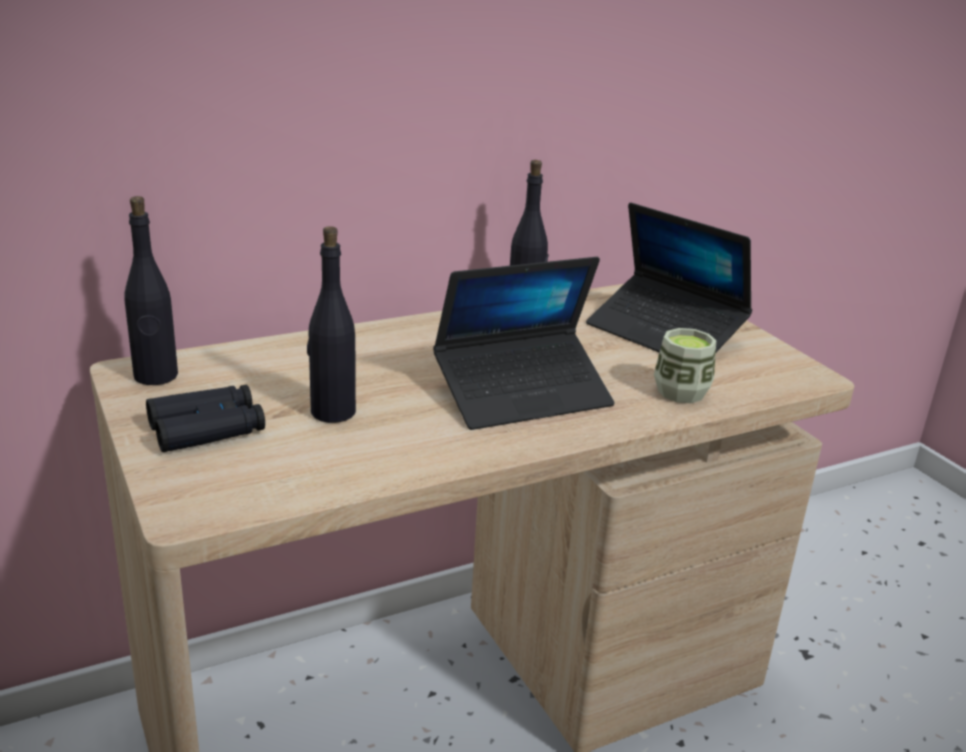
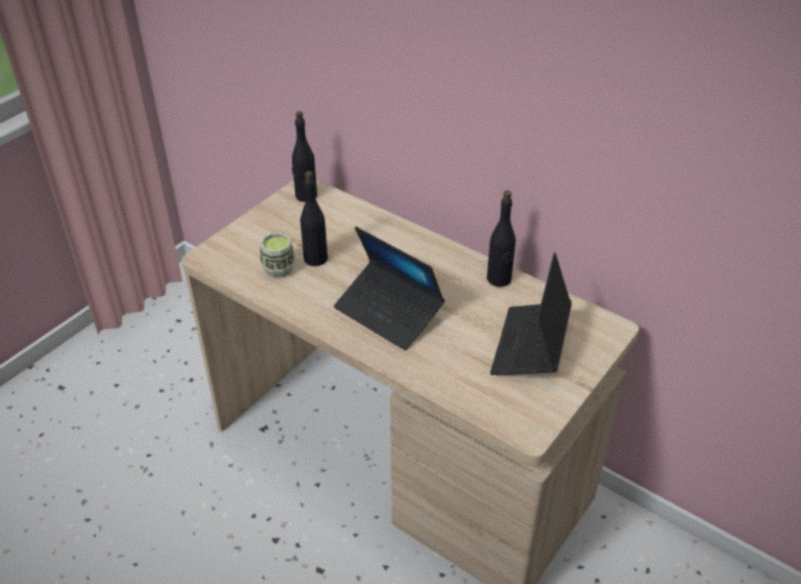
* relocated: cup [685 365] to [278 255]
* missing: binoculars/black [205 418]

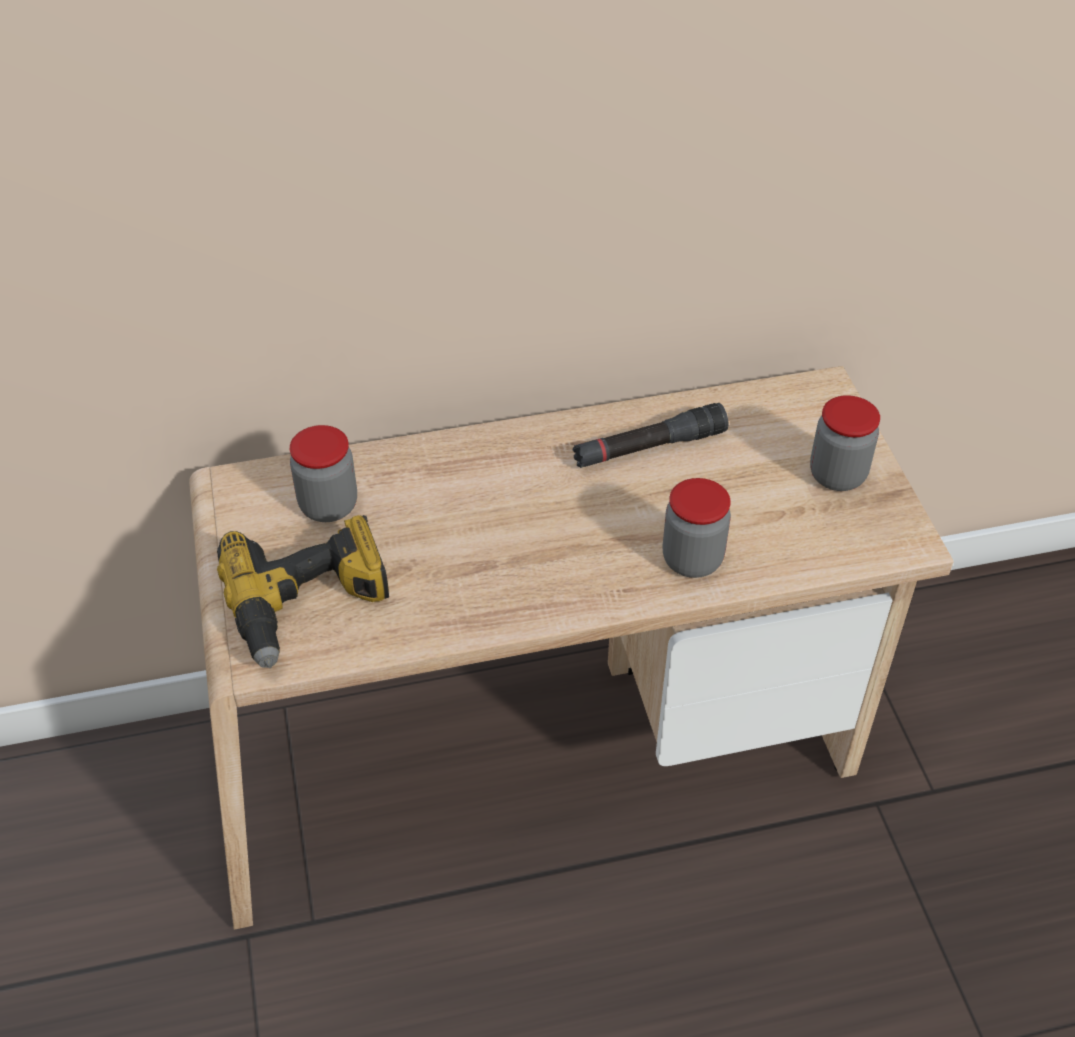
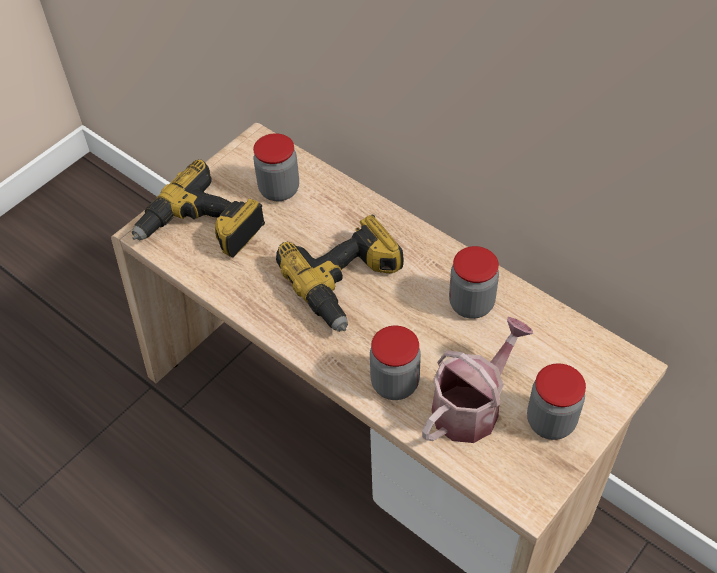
* appeared: power drill [340 273]
* appeared: watering can [477 380]
* exchanged: flashlight/black [650 435] to jar [474 282]

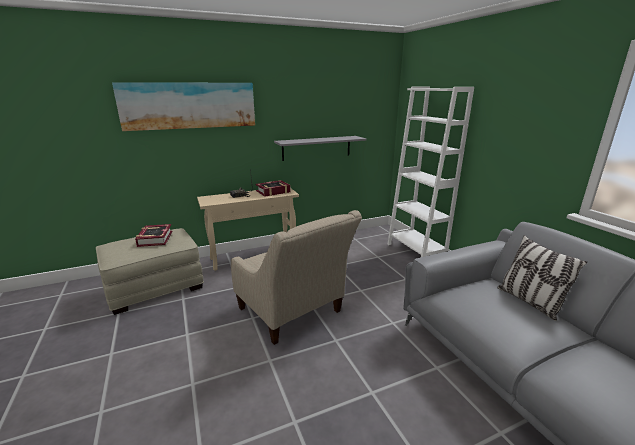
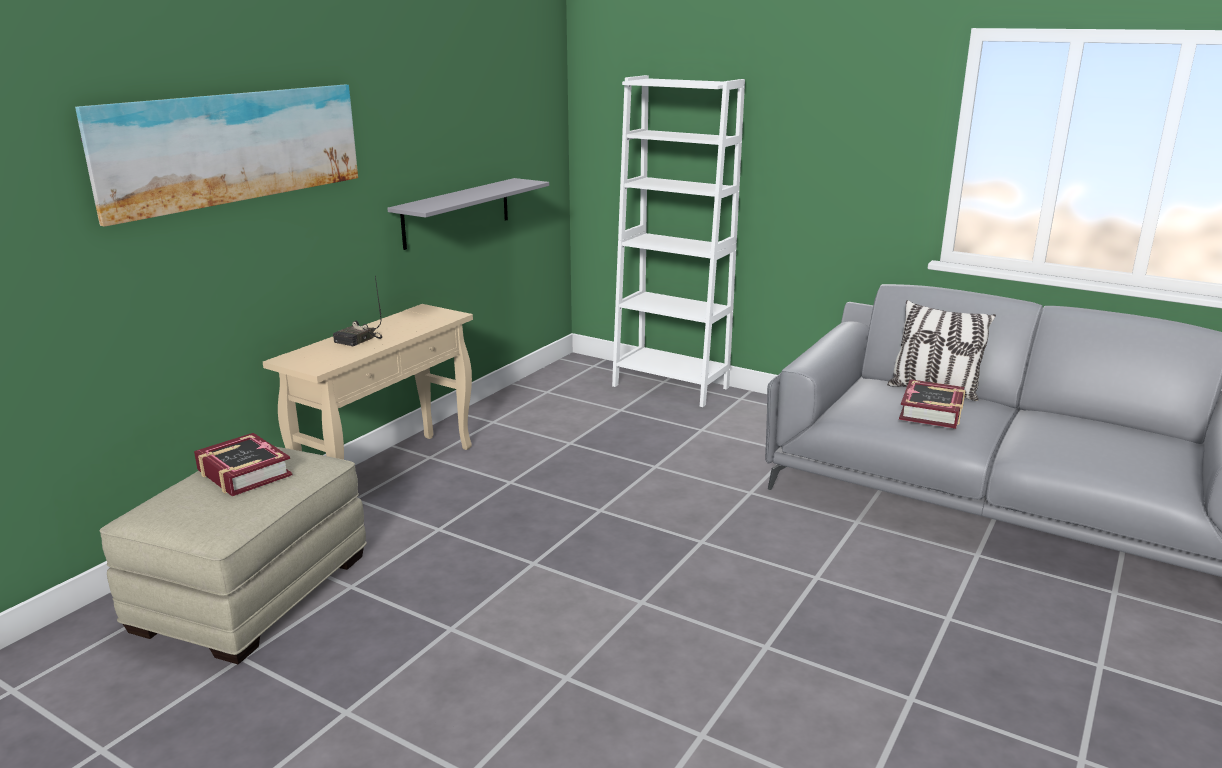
* relocated: book [273 188] to [932 404]
* missing: armchair/beige [296 277]

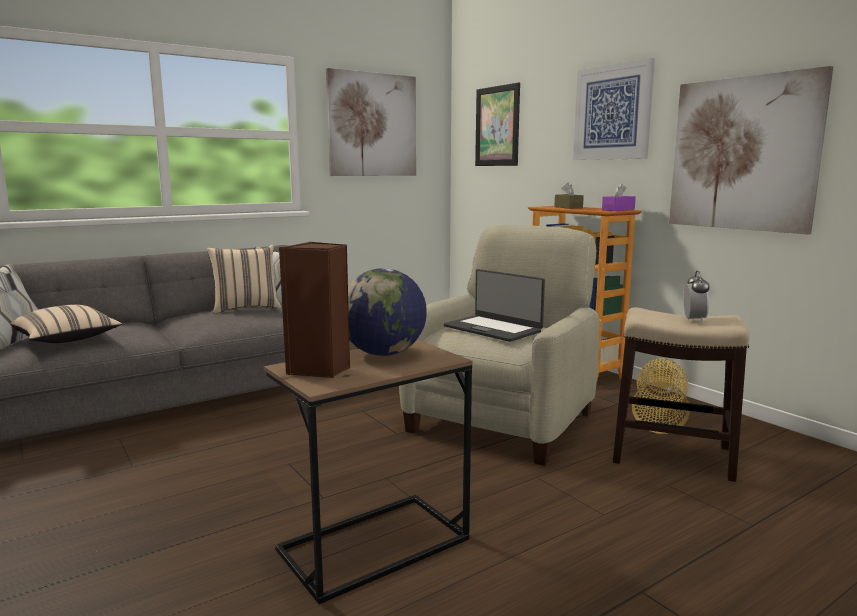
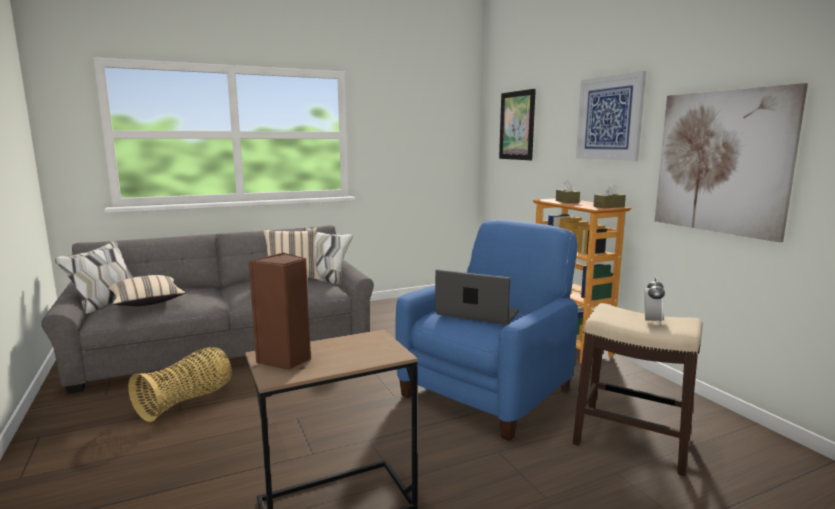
* relocated: basket [661 396] to [180 384]
* colour: armchair/beige [499 345] to armchair/blue [486 330]
* spun: laptop [494 305] = [477 297] 150 degrees clockwise
* colour: tissue box/purple [619 197] to tissue box/brown [609 195]
* missing: picture [371 122]
* missing: globe [387 312]

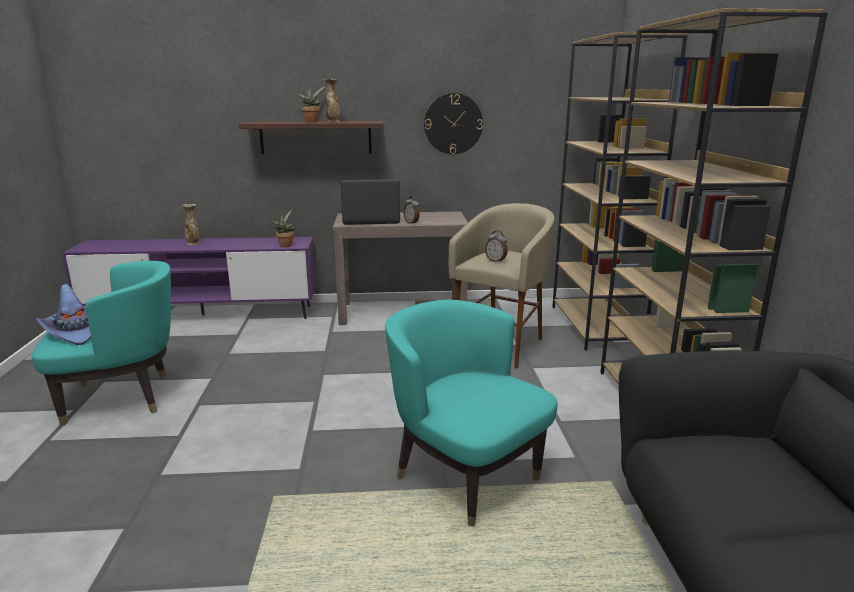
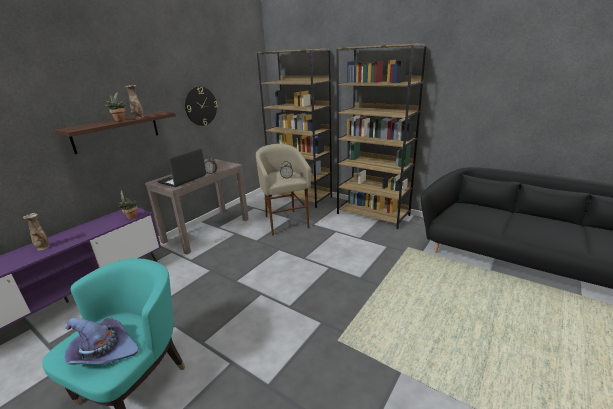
* missing: armchair/turquoise [471 413]

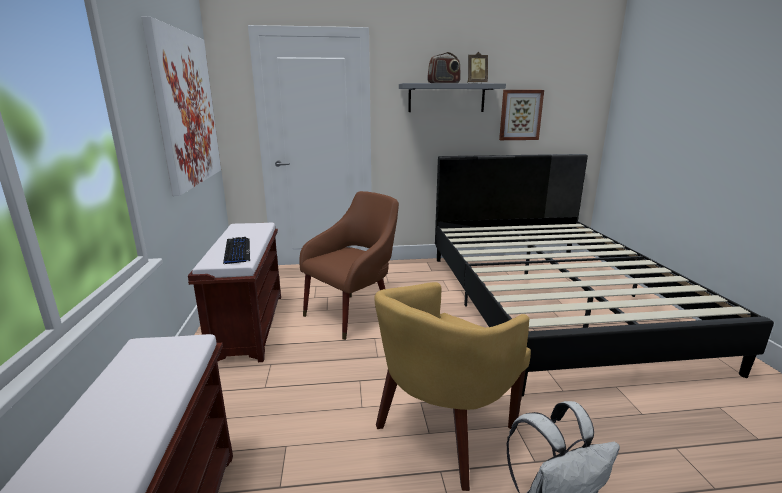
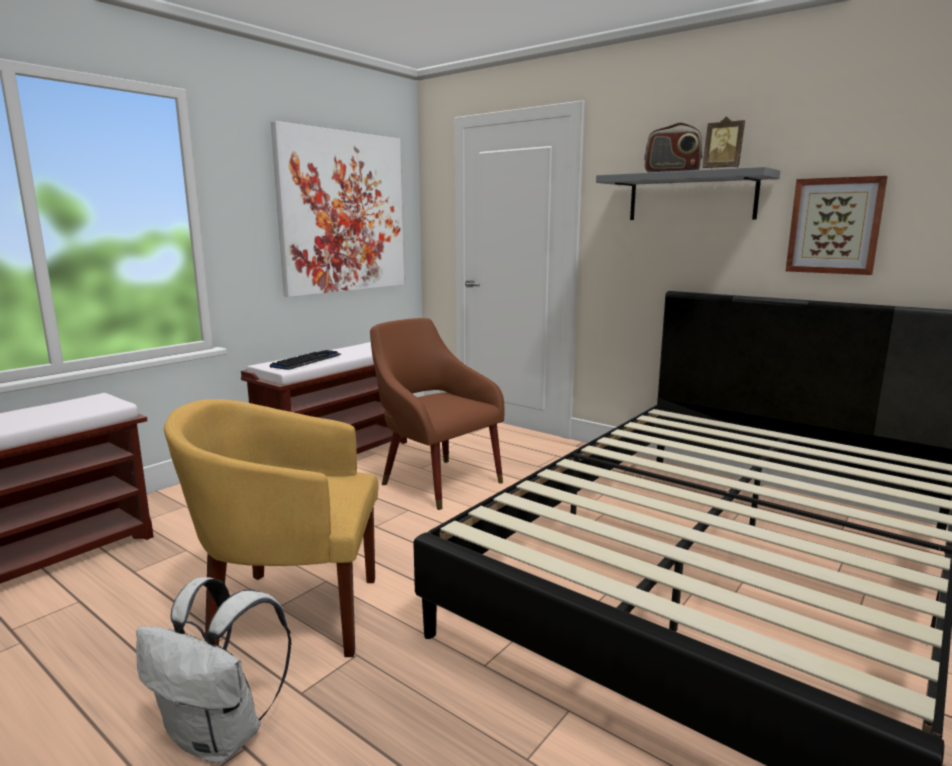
* spun: armchair/brown [349 265] = [437 414] 135 degrees counterclockwise

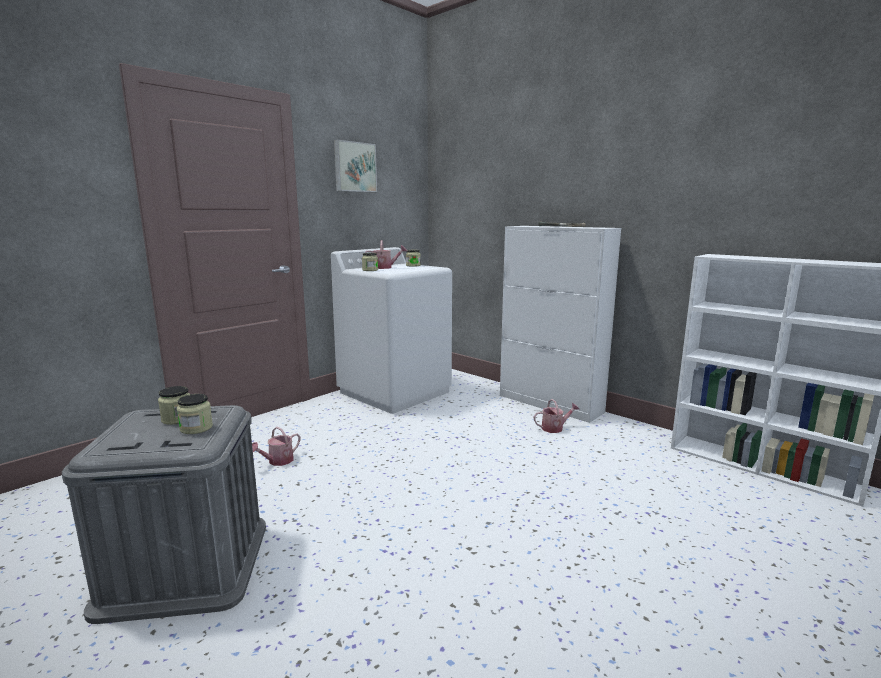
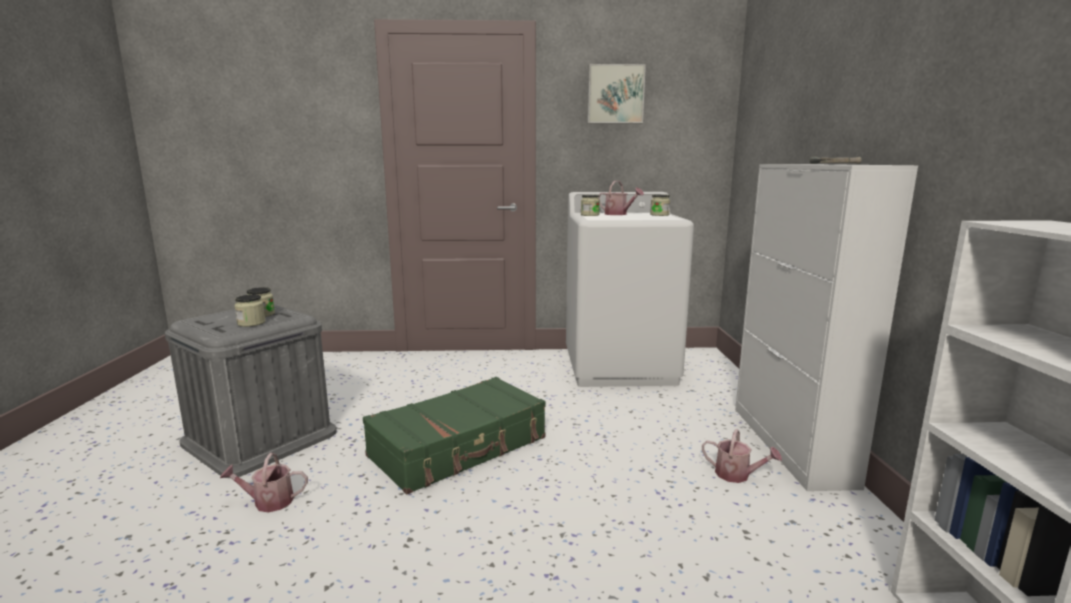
* relocated: watering can [276 446] to [264 482]
* appeared: suitcase/green [454 436]

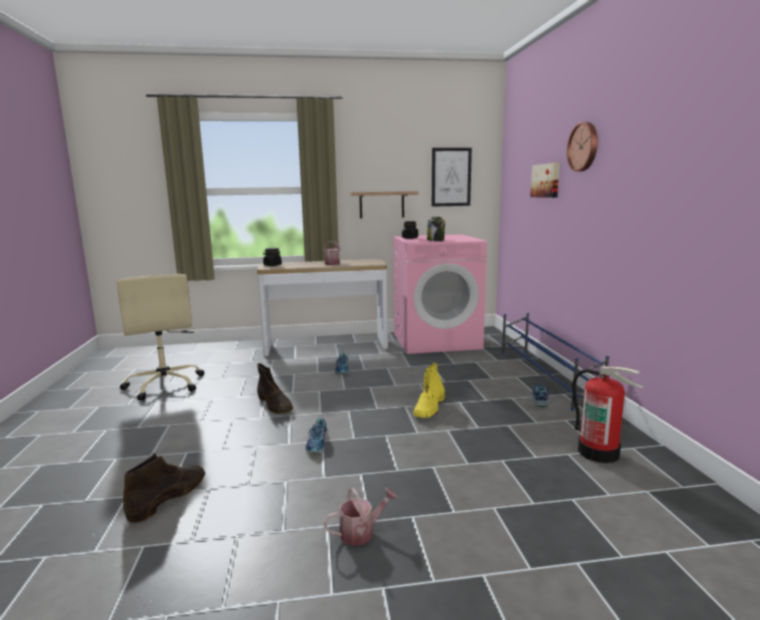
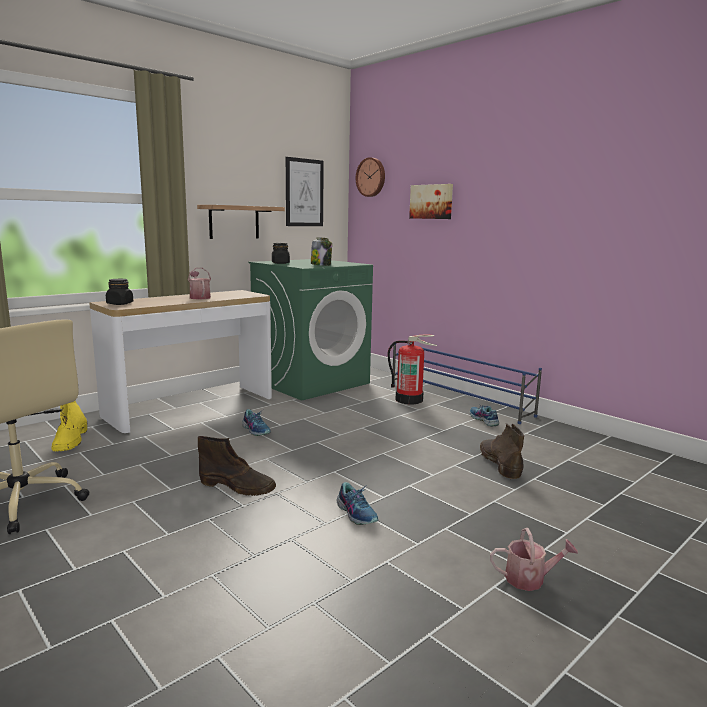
* relocated: boot/yellow [429 390] to [69 426]
* colour: washing machine/pink [440 294] to washing machine/green [311 330]
* relocated: wall clock [582 147] to [370 177]
* relocated: fire extinguisher [608 414] to [412 369]
* relocated: boot/brown [164 488] to [502 451]
* spun: watering can [360 517] = [534 559] 60 degrees clockwise

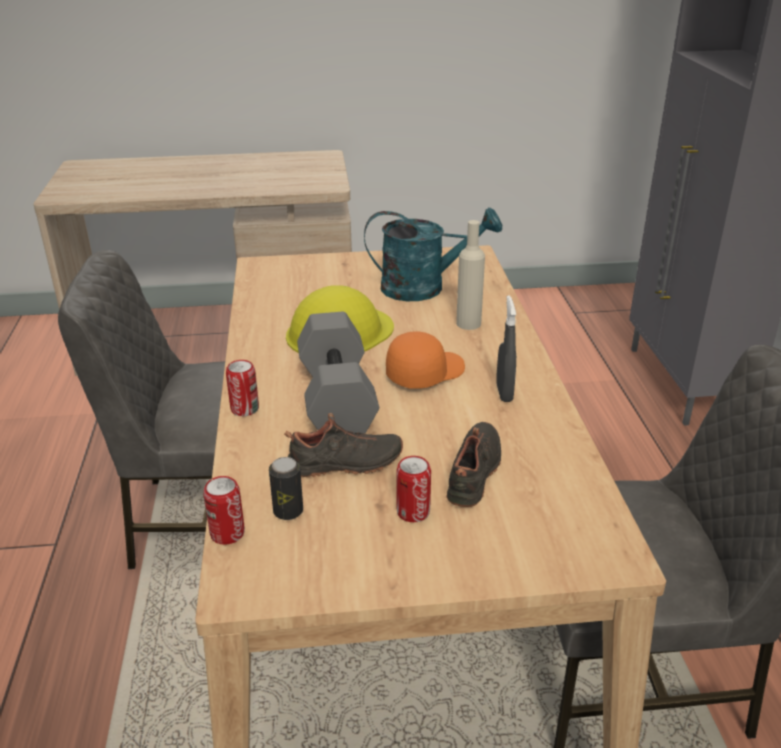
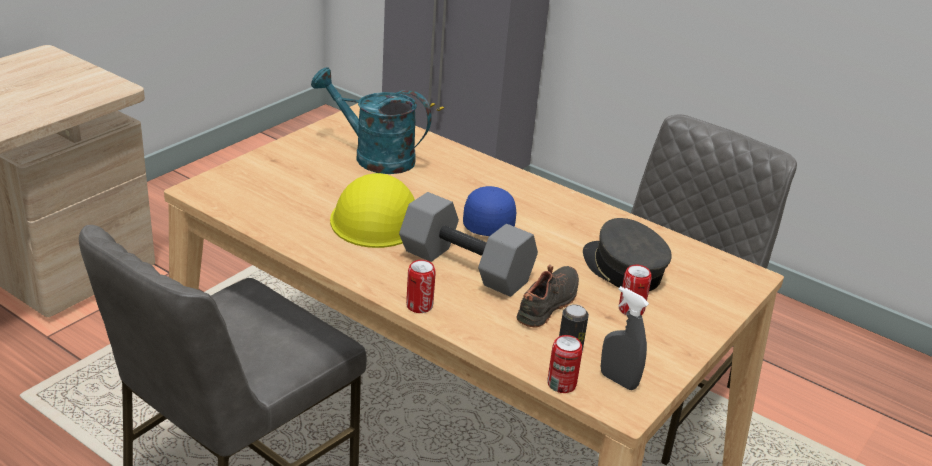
* spun: watering can/turquoise [433 254] = [371 120] 105 degrees counterclockwise
* colour: cap/orange [425 360] to cap/blue [489 211]
* exchanged: shoe/black [473 464] to cap/grey [627 254]
* relocated: spray bottle/grey [506 348] to [625 338]
* missing: bottle/beige [470 275]

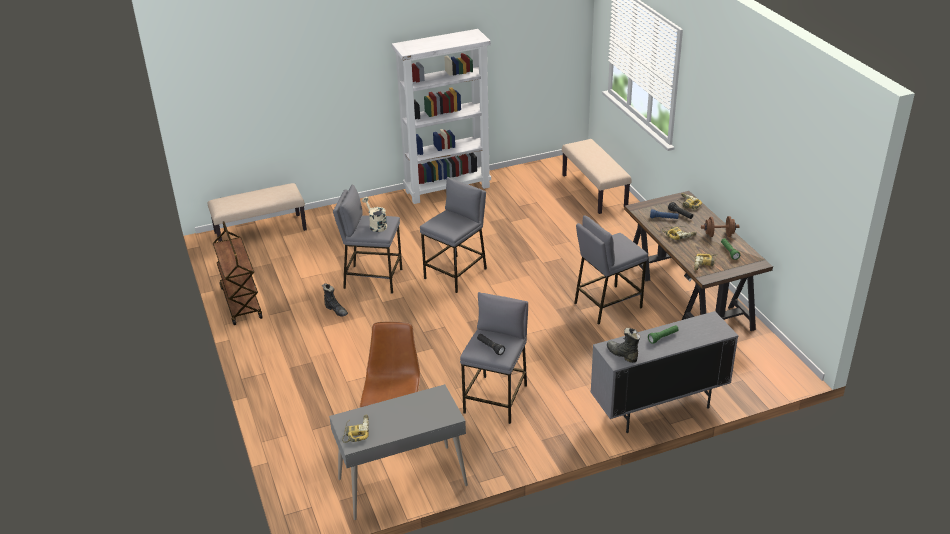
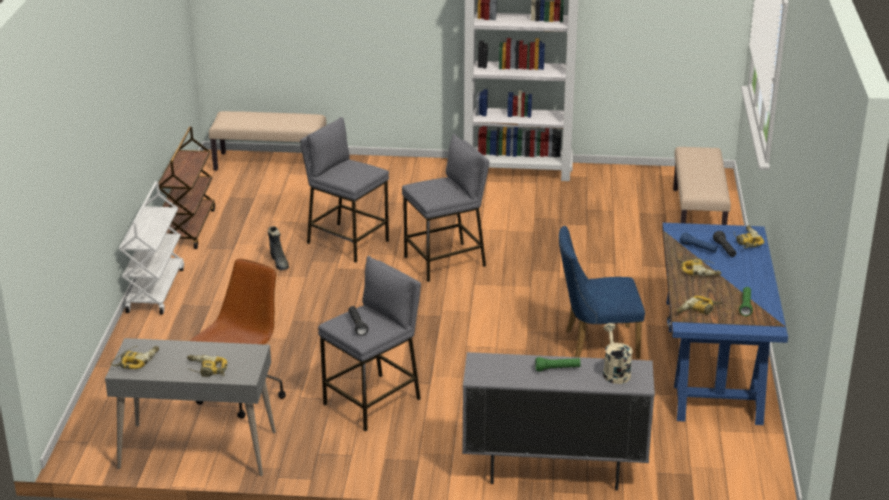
* appeared: cart/white [151 247]
* appeared: power drill [207 366]
* exchanged: stool/grey [611 270] to chair/blue [602 292]
* relocated: watering can/beige [374 214] to [618 353]
* colour: desk/brown [698 261] to desk/blue [725 324]
* missing: boot/black [624 345]
* missing: dumbbell/brown [720 226]

